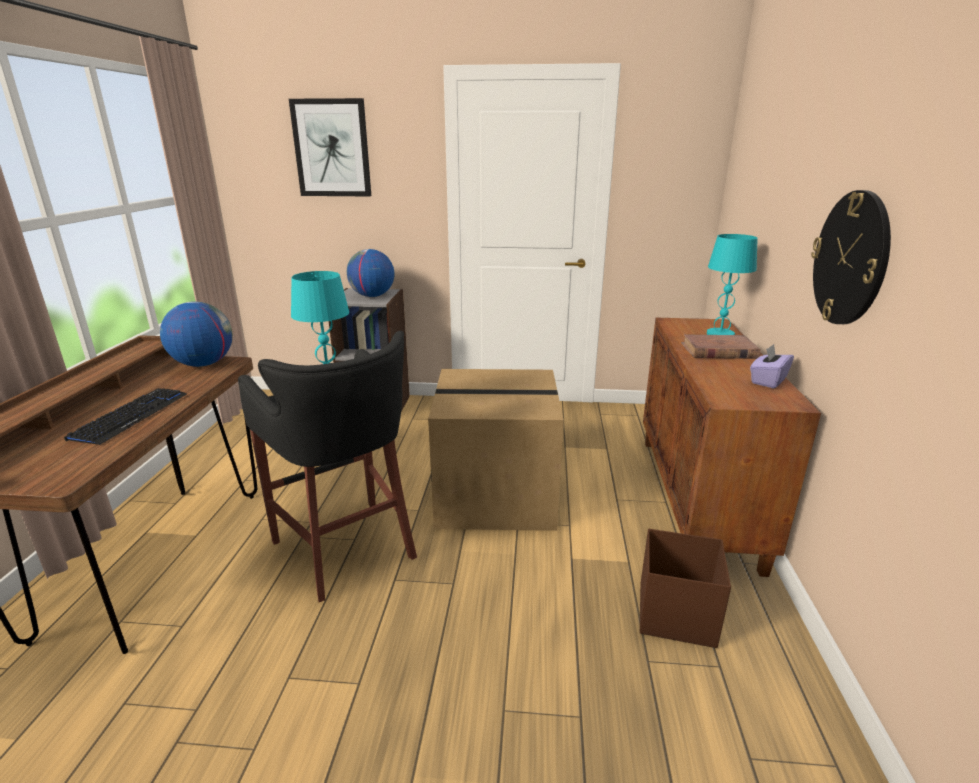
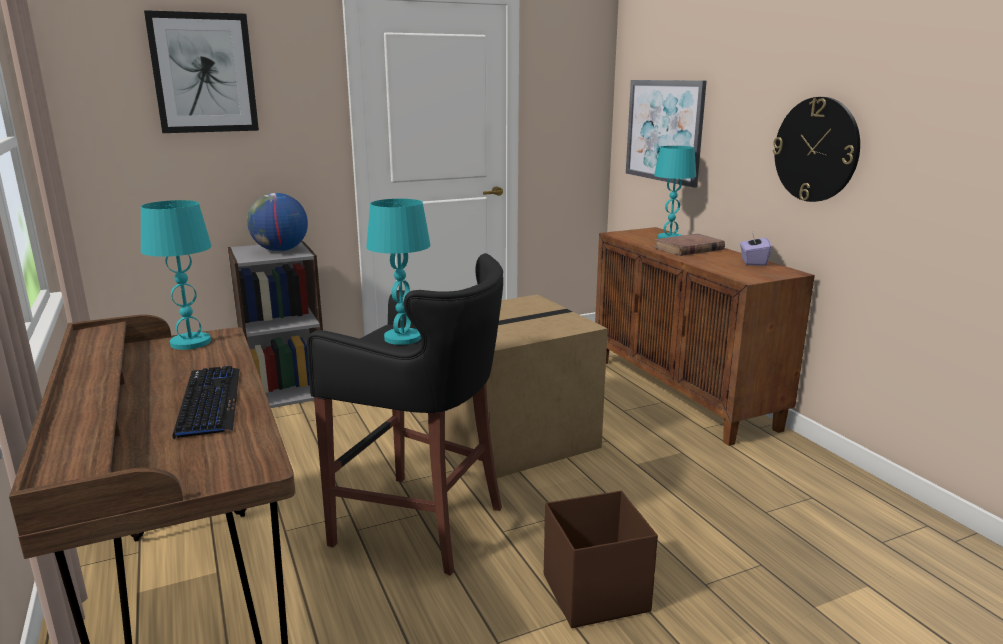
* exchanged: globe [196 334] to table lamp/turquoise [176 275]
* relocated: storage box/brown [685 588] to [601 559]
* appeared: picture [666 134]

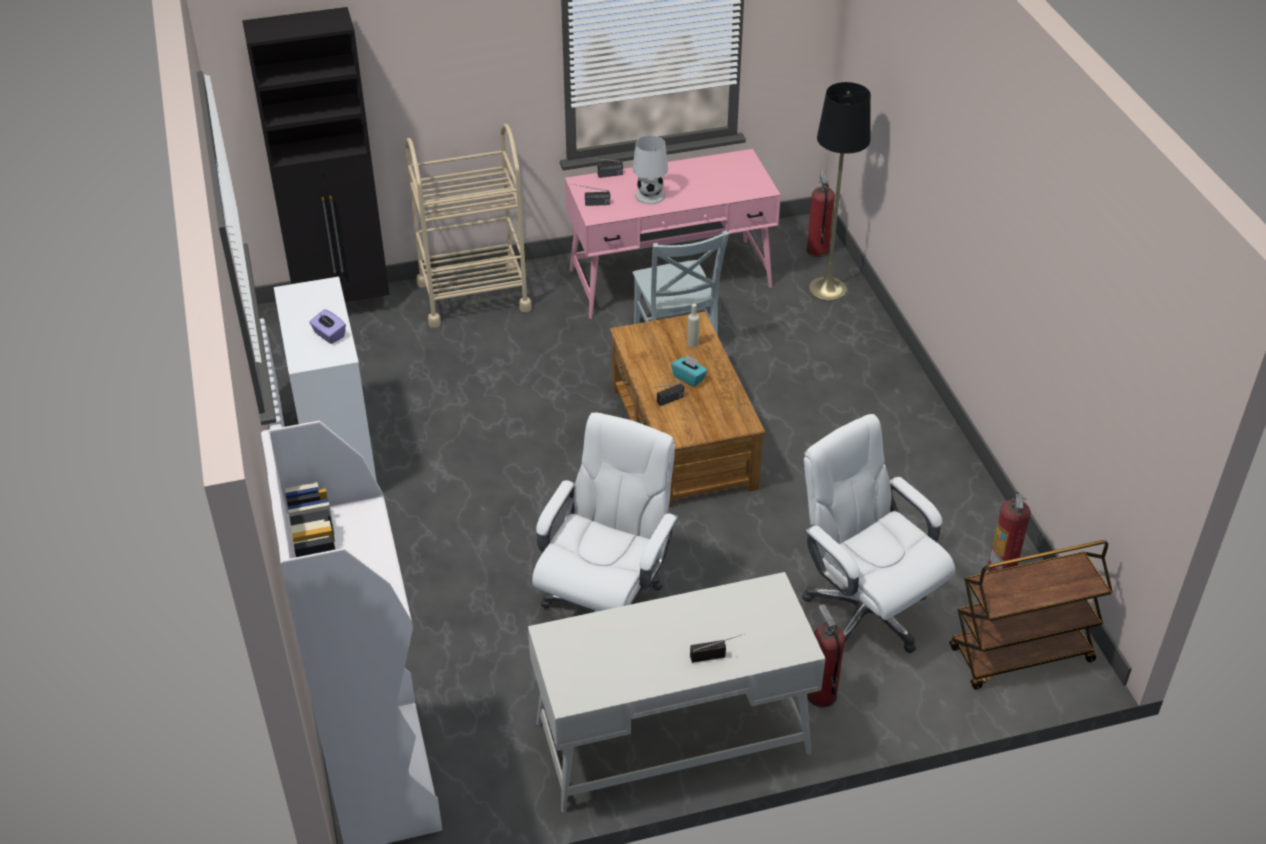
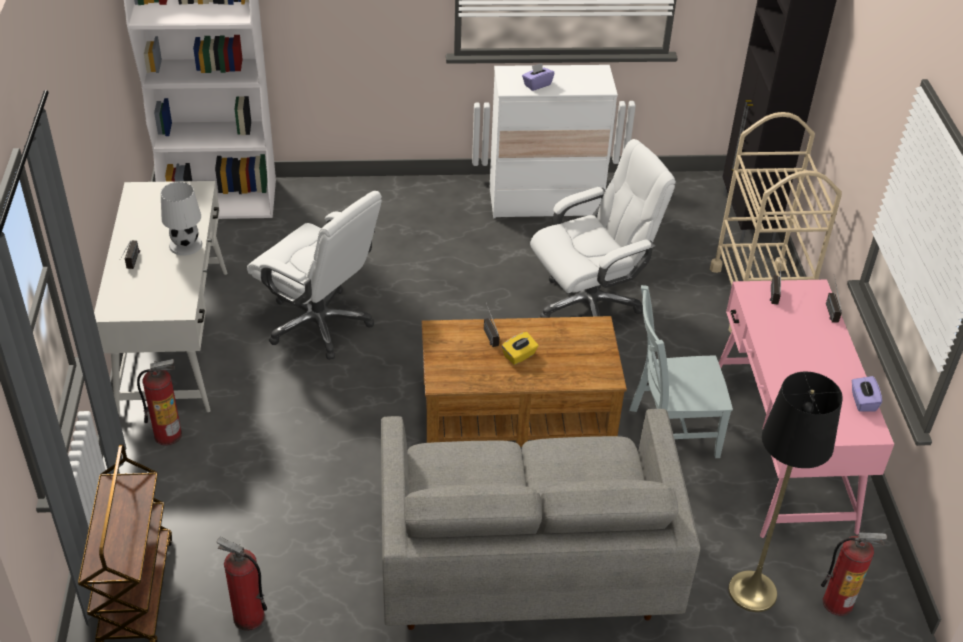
* relocated: table lamp/white [650 170] to [181 219]
* appeared: sofa/grey [540 519]
* colour: tissue box/turquoise [689 371] to tissue box/yellow [520 348]
* relocated: office chair/white [879 533] to [603 228]
* appeared: tissue box/purple [867 394]
* missing: bottle/beige [693 325]

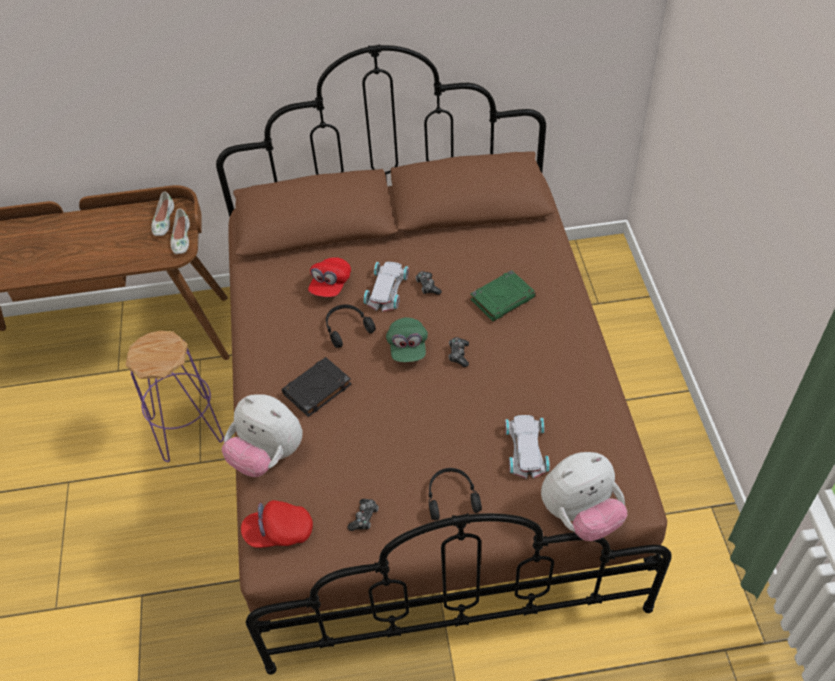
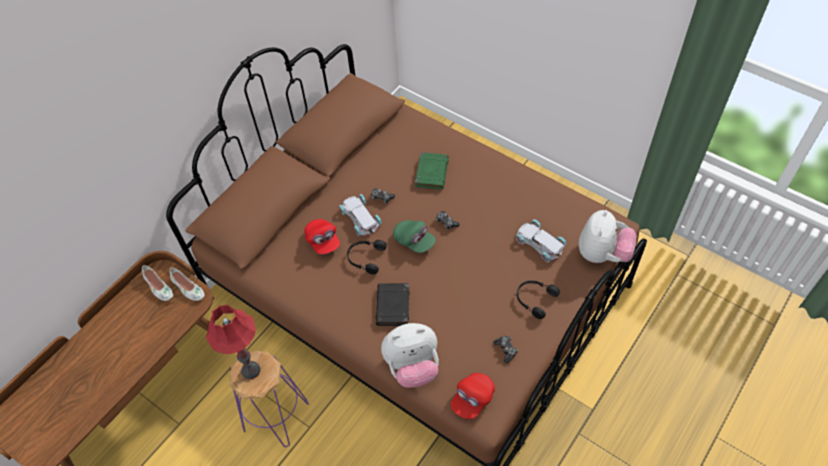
* appeared: table lamp/red [233 342]

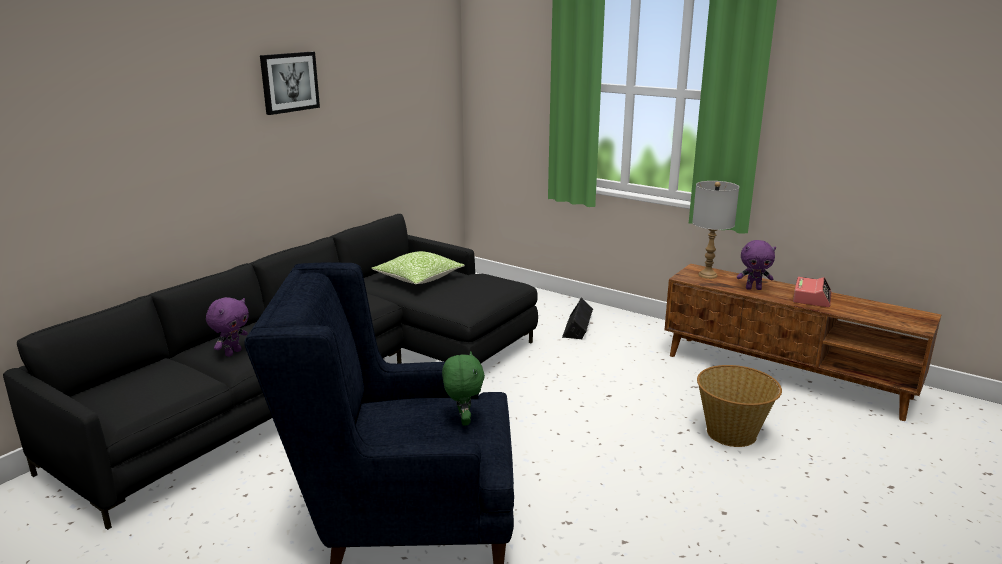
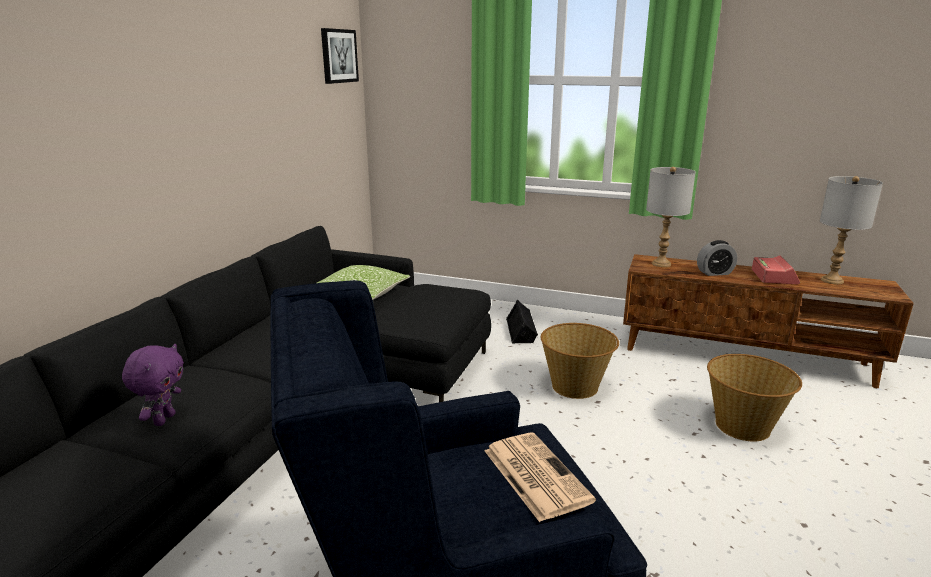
* relocated: picture [290 83] to [340 56]
* exchanged: plush toy/green [463 388] to newspaper [540 477]
* appeared: basket [580 361]
* exchanged: plush toy/purple [756 265] to alarm clock [717 258]
* appeared: table lamp/grey [851 230]

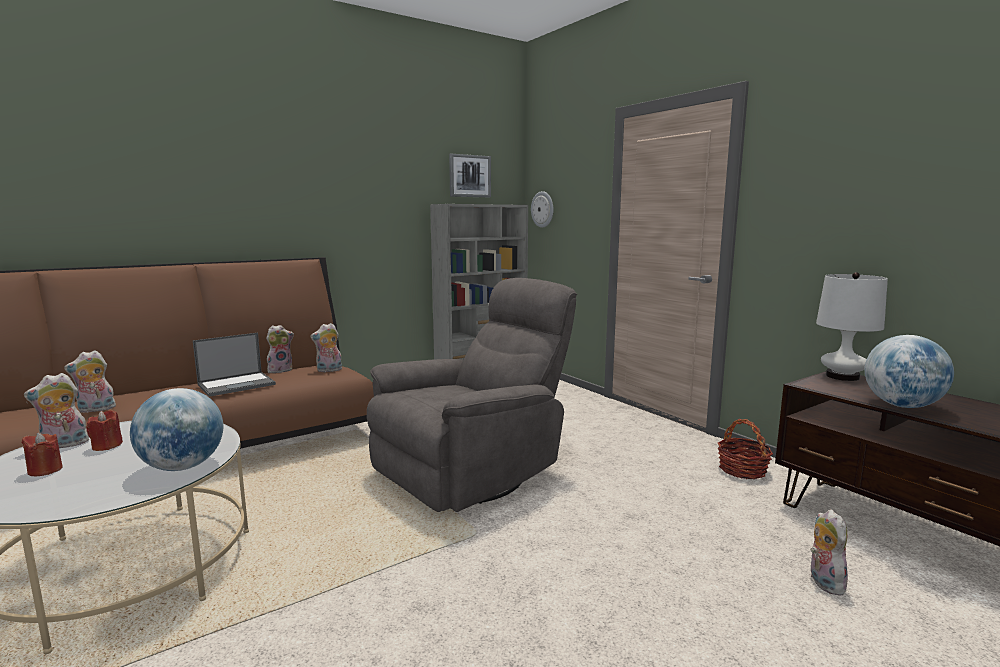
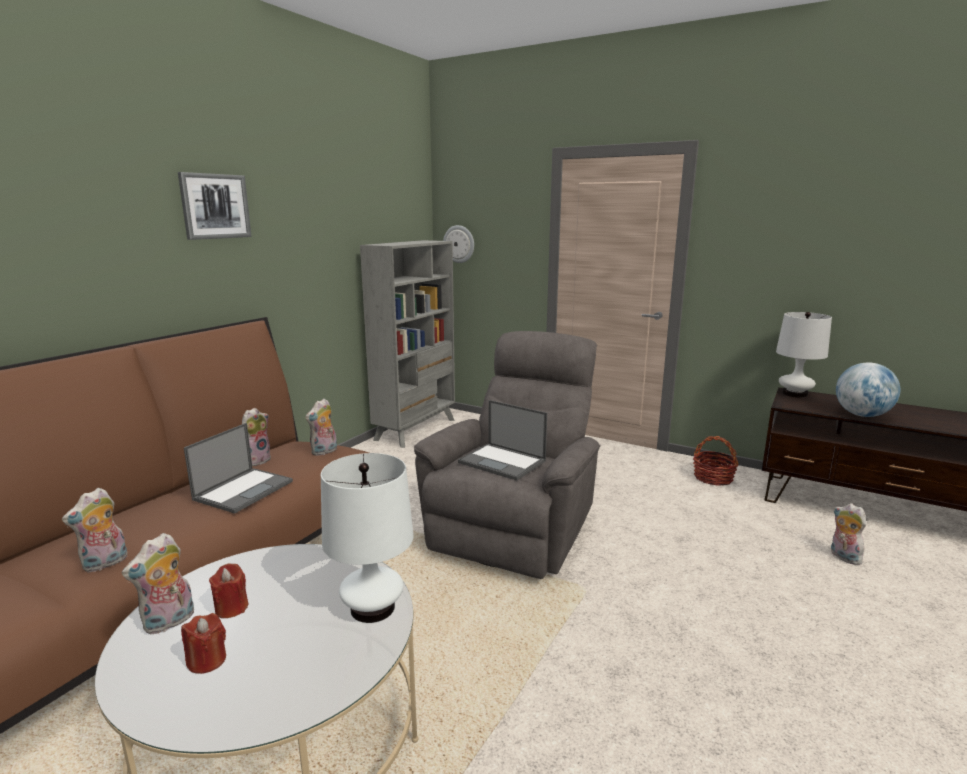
* relocated: picture [470 175] to [214 206]
* exchanged: globe [176 429] to table lamp/white [367 538]
* appeared: laptop [502 440]

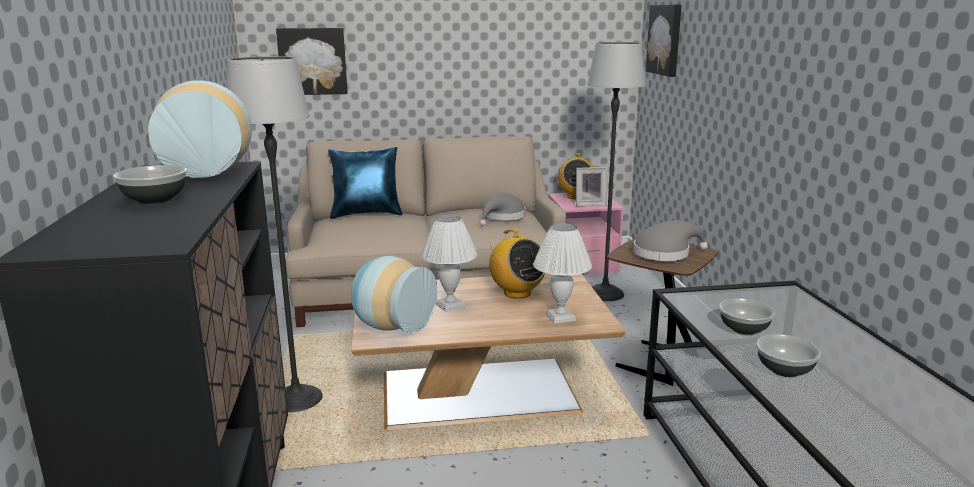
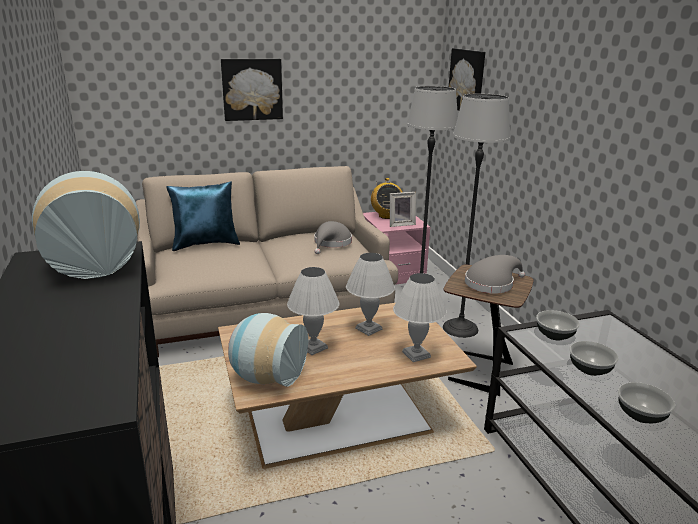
* relocated: picture [312 61] to [252 90]
* exchanged: radio [516 264] to table lamp/white [370 294]
* relocated: floor lamp [274 234] to [476 215]
* relocated: bowl [150 184] to [558 325]

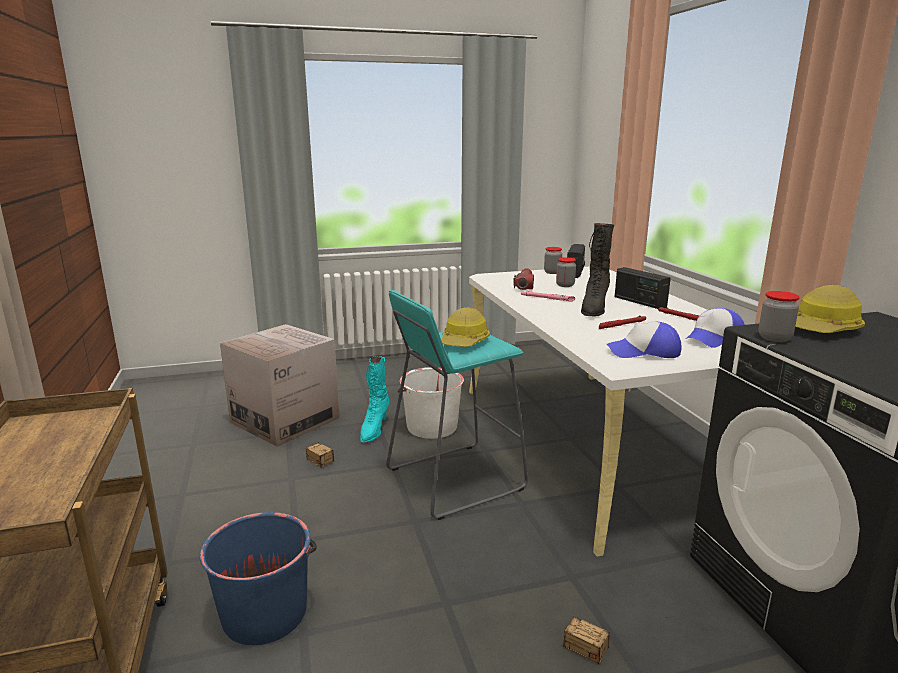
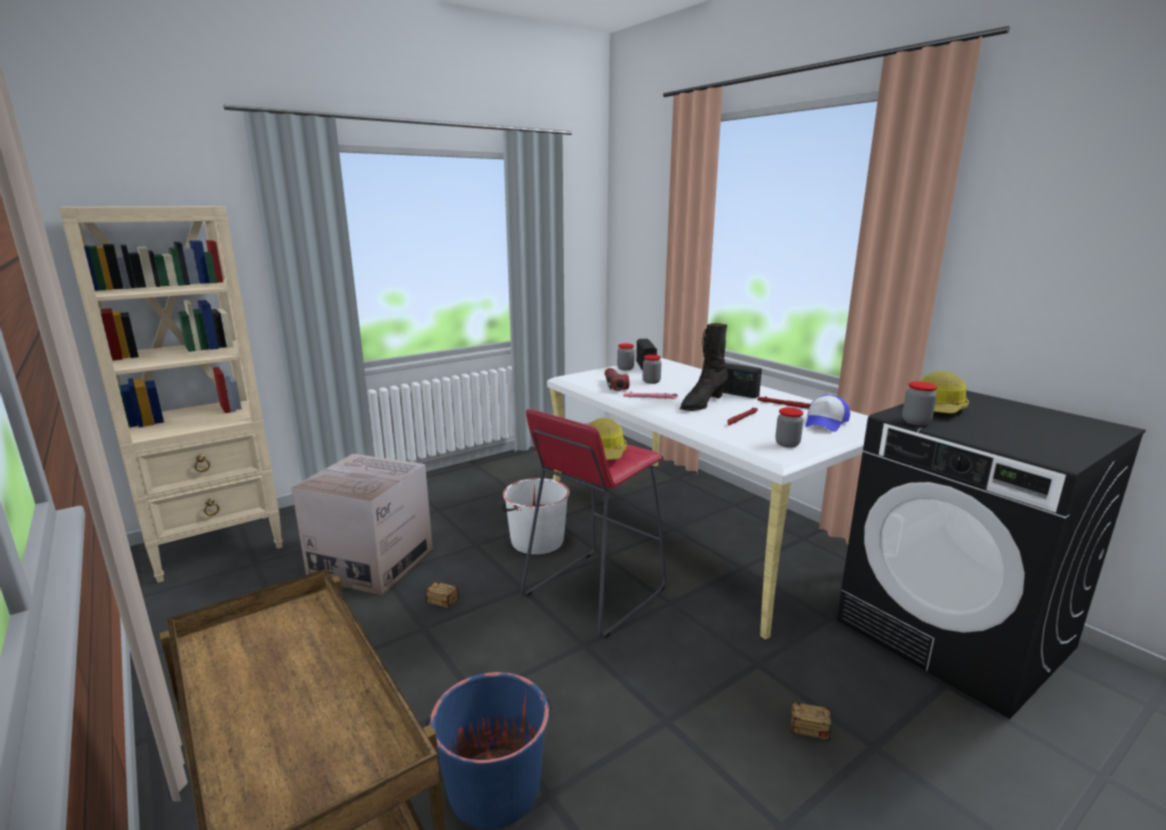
* appeared: bookcase/beige [170 394]
* colour: stool/turquoise [457 405] to stool/red [593 523]
* spun: boot/black [597 270] = [704 367] 45 degrees clockwise
* exchanged: cap [644 339] to jar [789 428]
* missing: boot/turquoise [375 399]

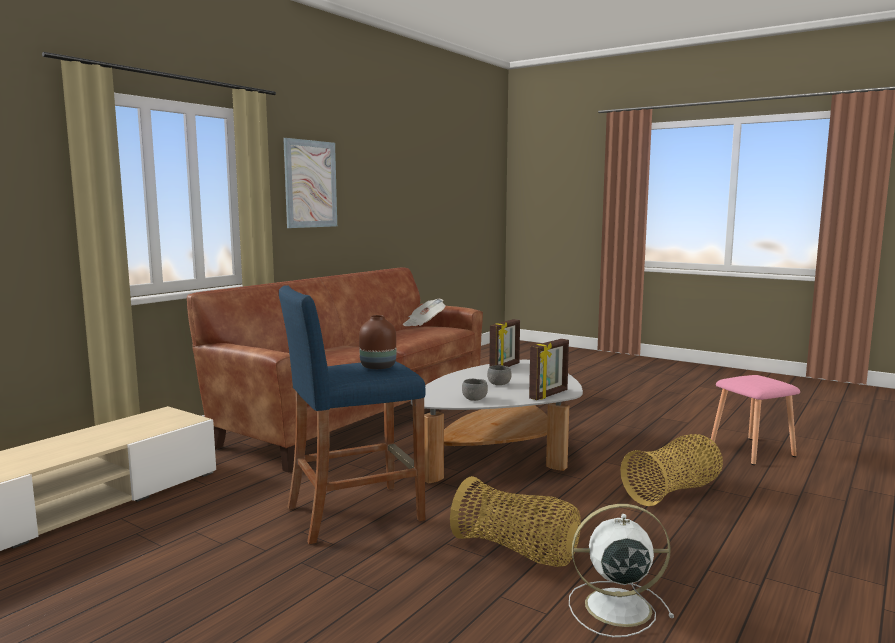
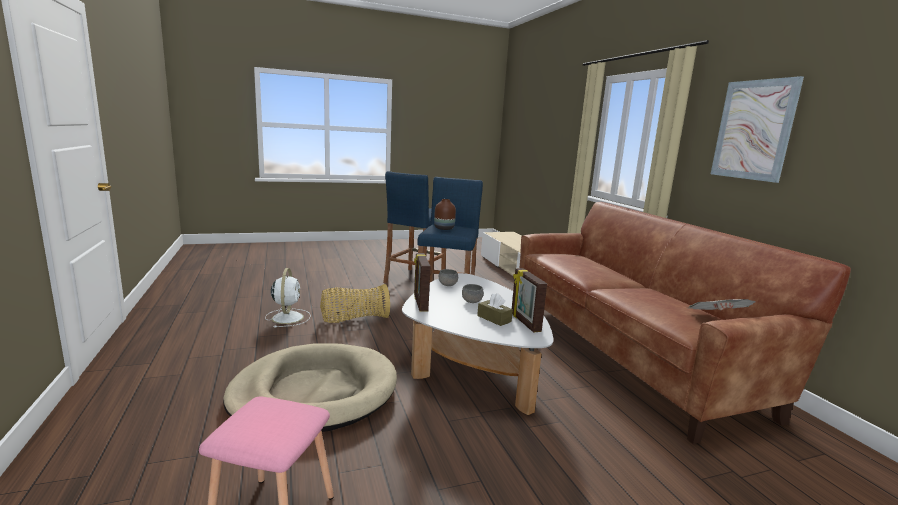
* exchanged: basket [671 470] to dog bed/beige [310 387]
* spun: fan/white [621 570] = [288 298] 45 degrees counterclockwise
* appeared: stool/blue [414 227]
* appeared: tissue box/brown [495 309]

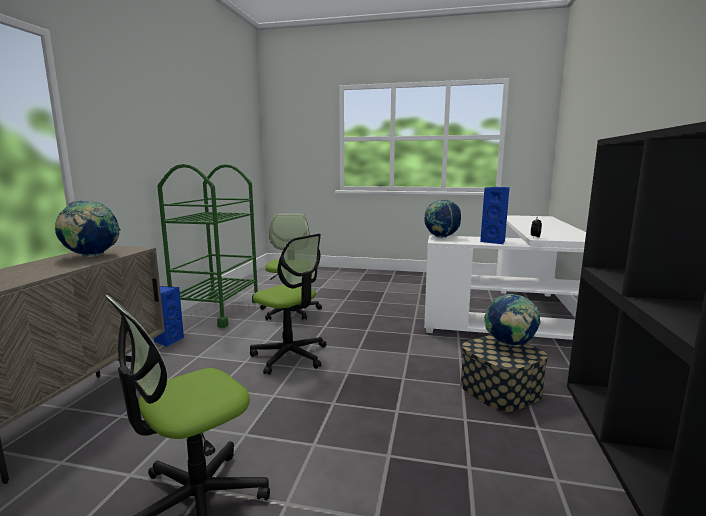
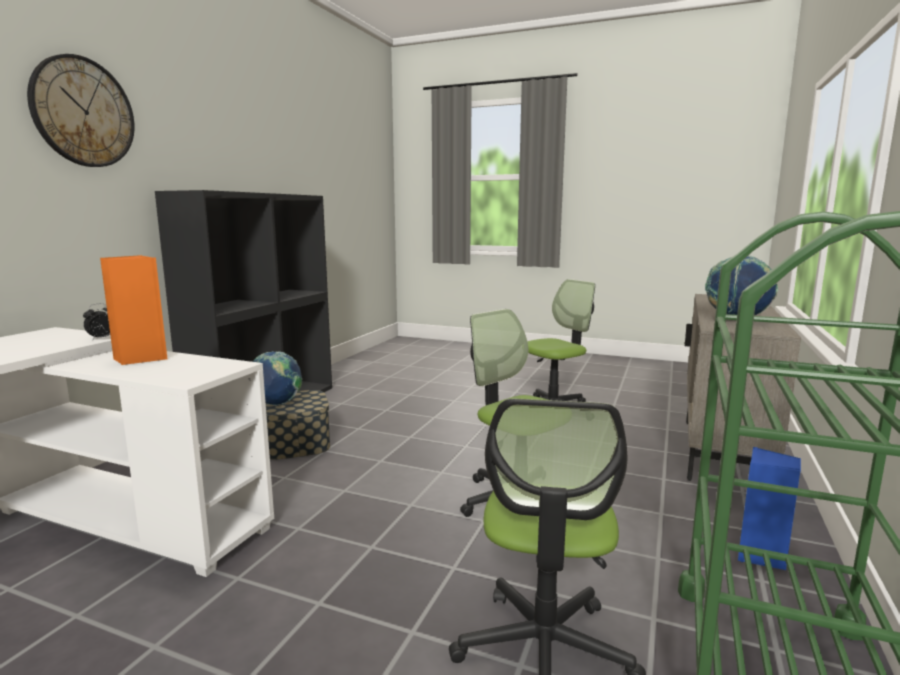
* appeared: wall clock [80 110]
* colour: speaker/blue [495 215] to speaker/orange [133 310]
* missing: globe [442 218]

